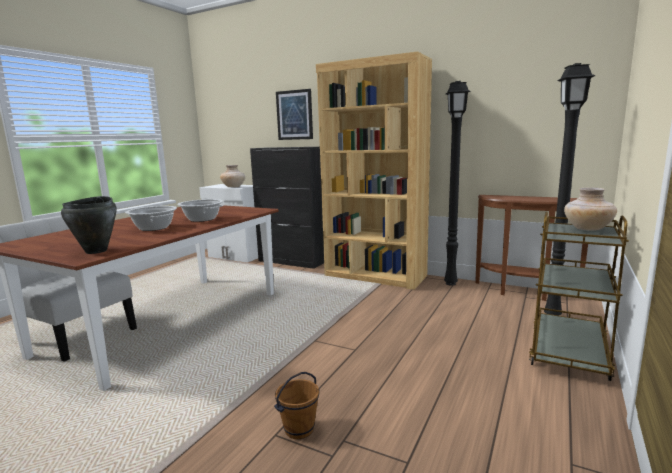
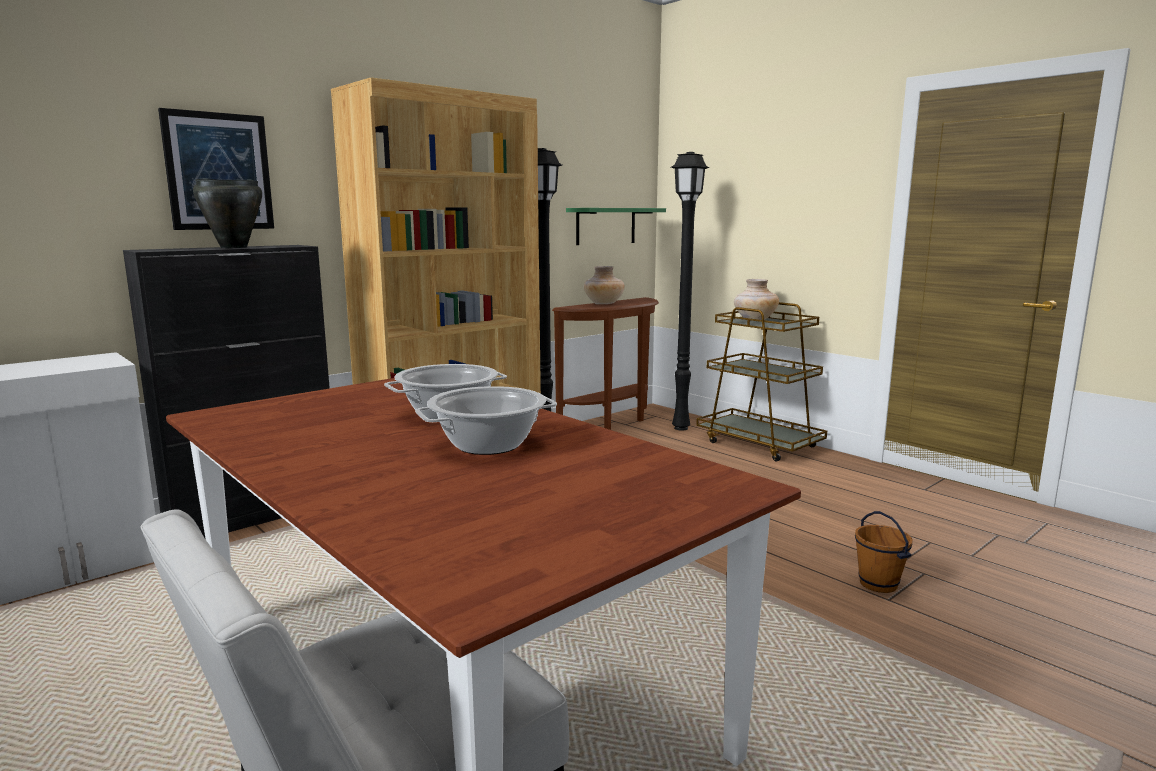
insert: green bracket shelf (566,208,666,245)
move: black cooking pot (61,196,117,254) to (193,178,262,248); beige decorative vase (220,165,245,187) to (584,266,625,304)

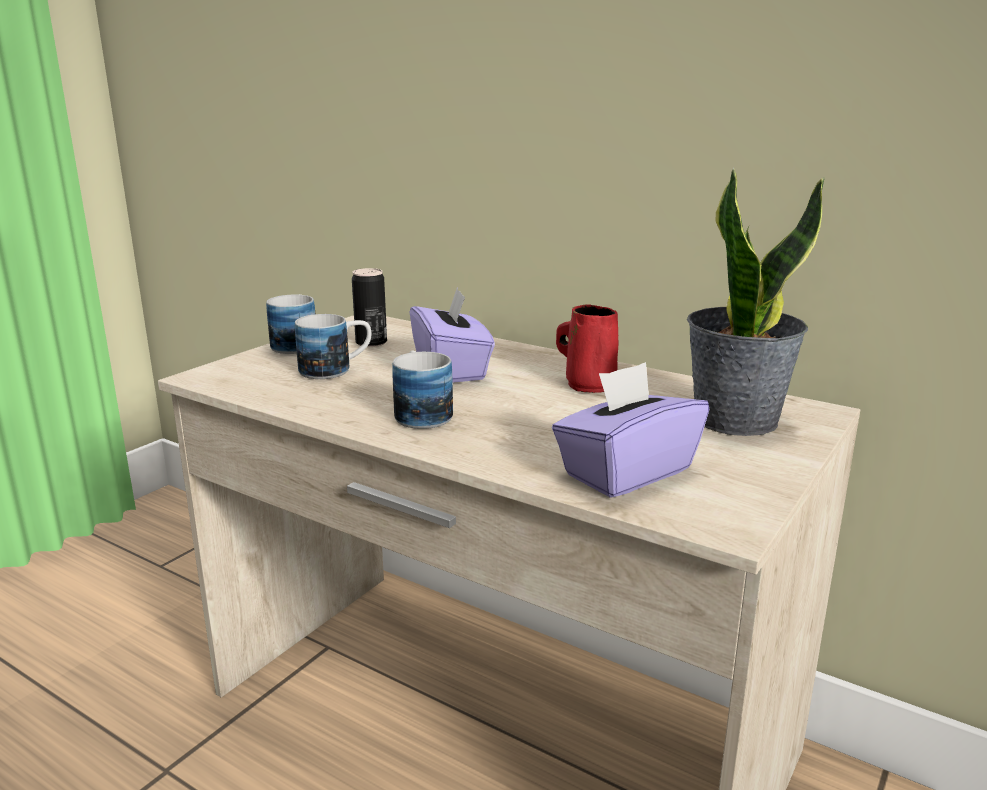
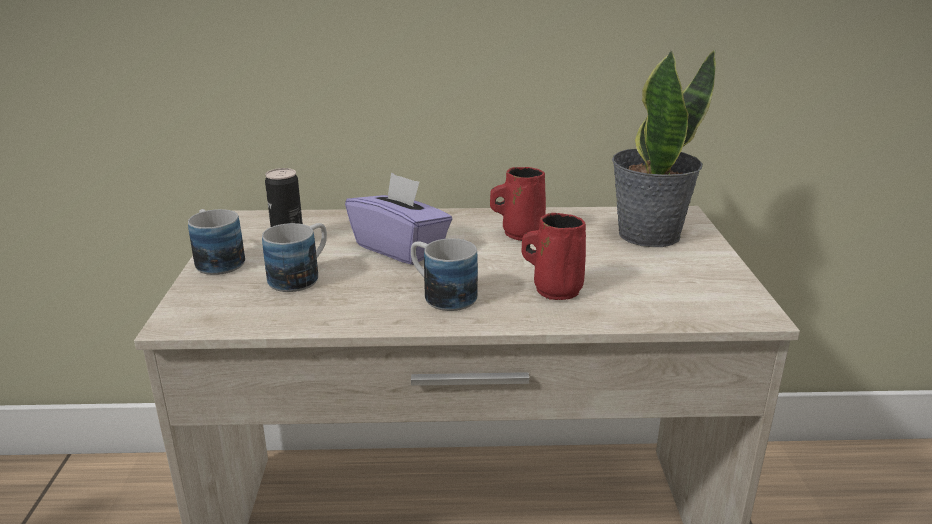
delete: purple-coloured tissue box (552,362,710,498)
insert: red-coloured tea mug (522,213,586,300)

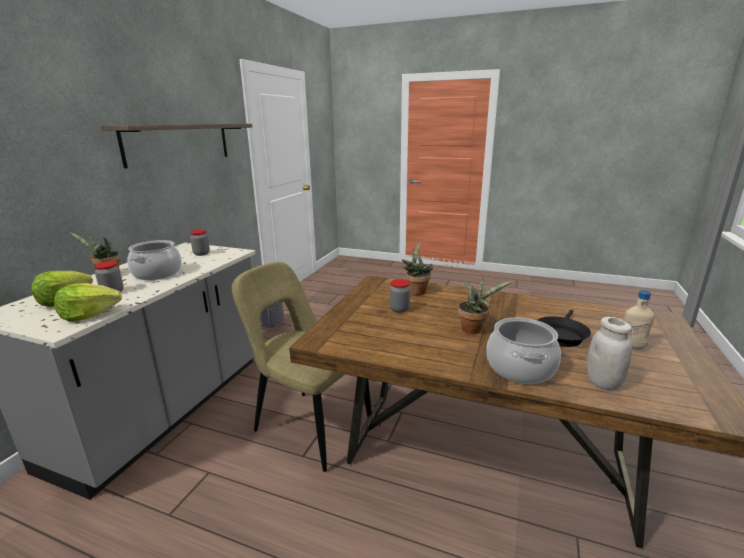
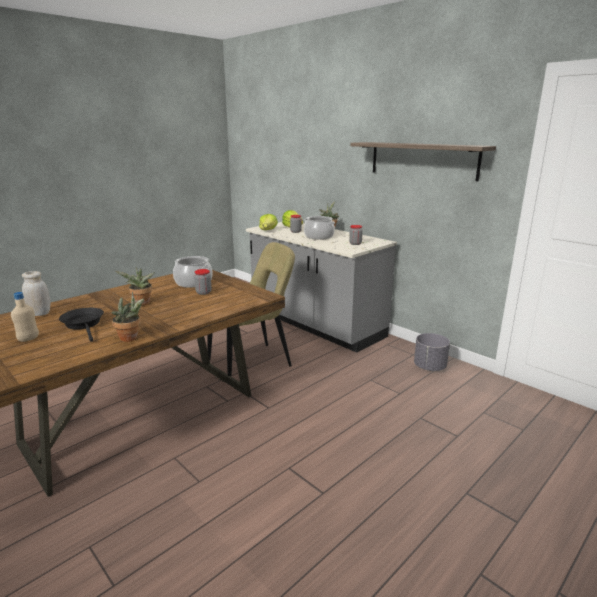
move: potted plant (401,242,433,295) to (112,292,144,342); cooking pot (486,317,561,384) to (173,256,213,288)

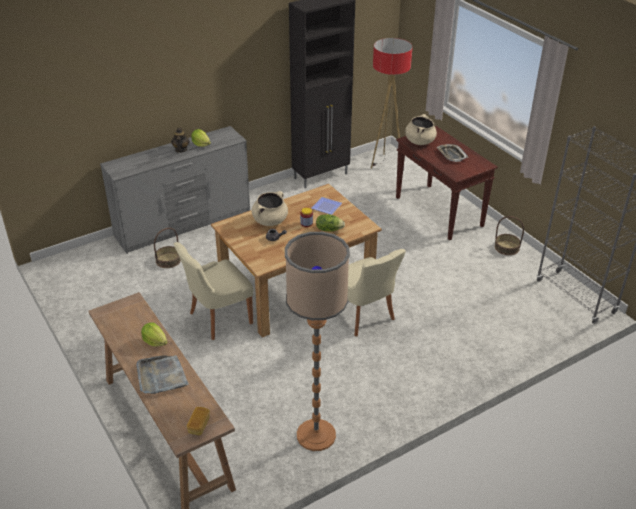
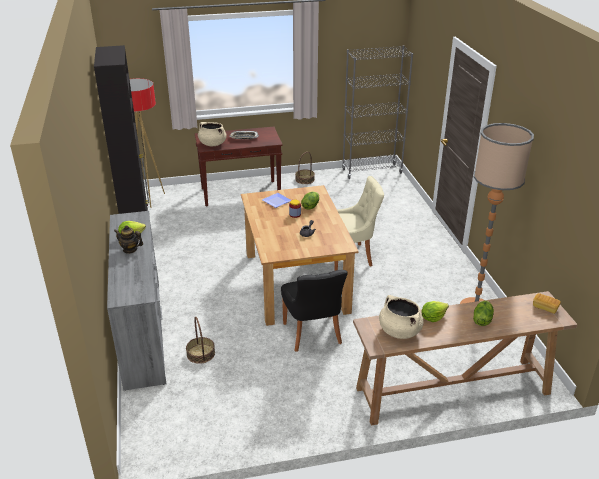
move: beige cooking pot (252,191,288,226) to (379,295,424,339)
replace: grey carrying tray (136,355,189,394) to lettuce head (473,300,494,326)
recolor: beige upright chair (174,242,253,340) to black upright chair (281,270,348,352)

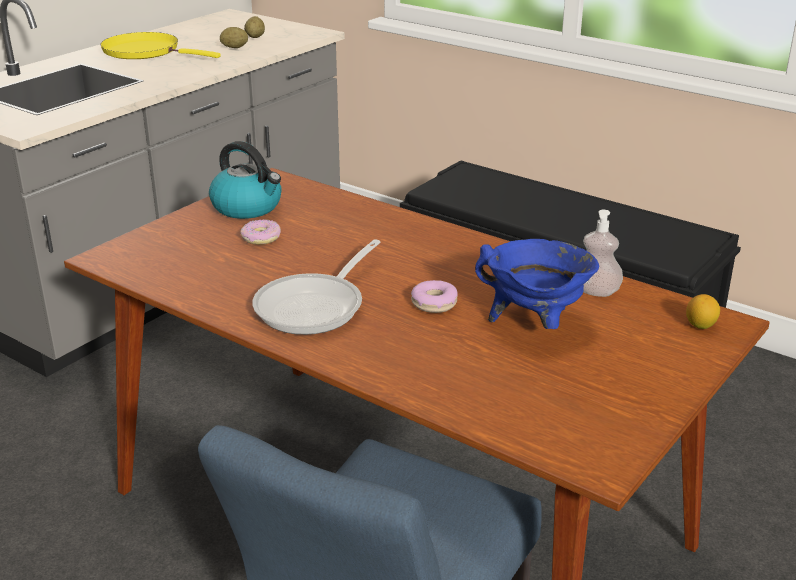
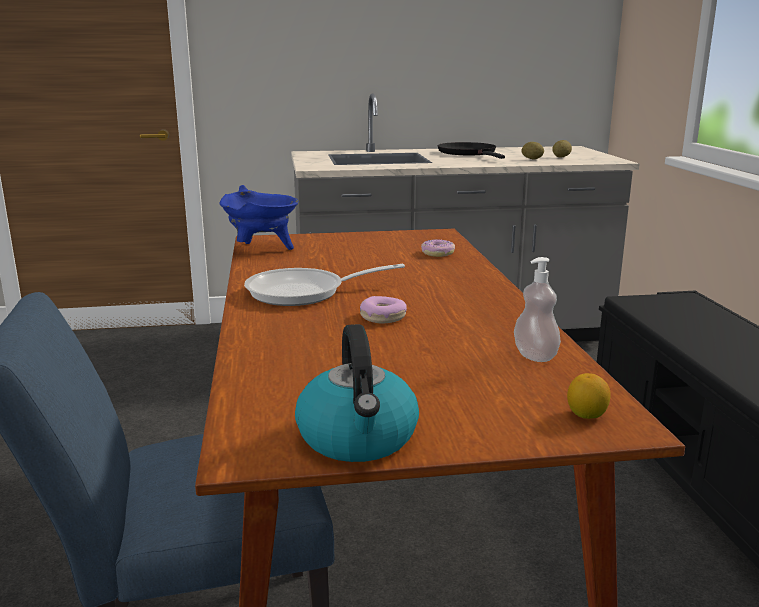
move: tea kettle (209,141,282,219) to (295,324,419,462); doughnut (240,220,281,245) to (421,239,455,257); blue-coloured cooking pot (475,239,599,329) to (219,185,299,250)
recolor: yellowish frying pan (100,32,221,59) to black frying pan (438,142,505,159)

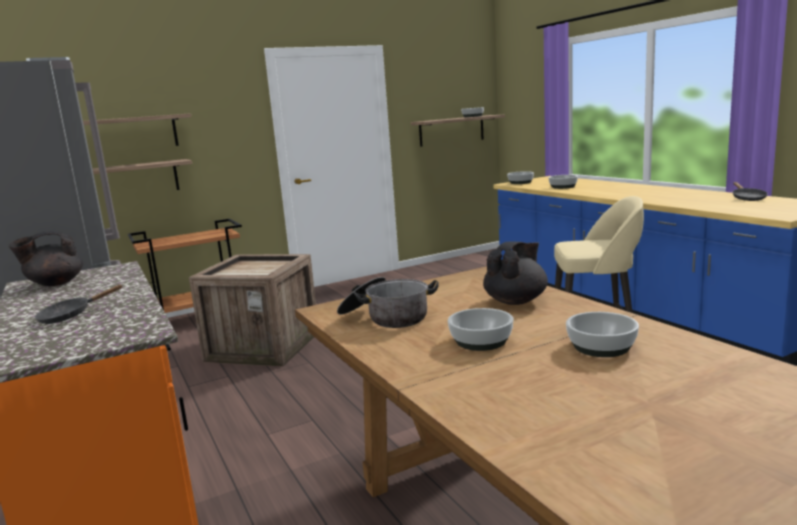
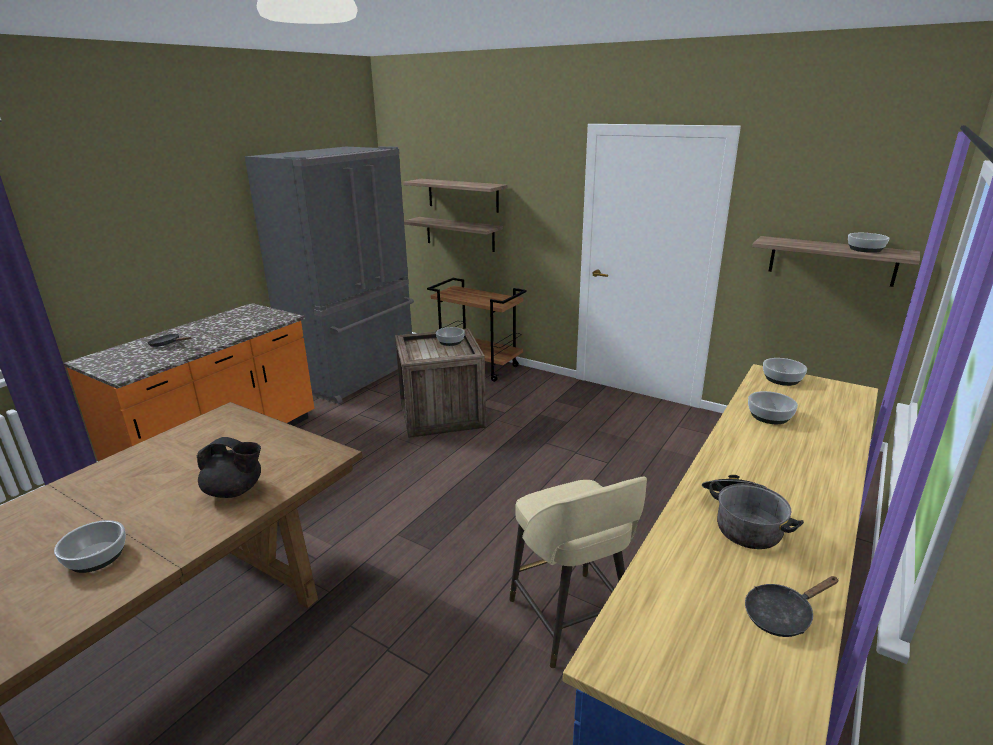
delete: black pot for tea (8,231,83,286)
move: cooking pot (337,277,439,328) to (702,475,804,549); serving bowl (448,308,513,351) to (436,327,465,346)

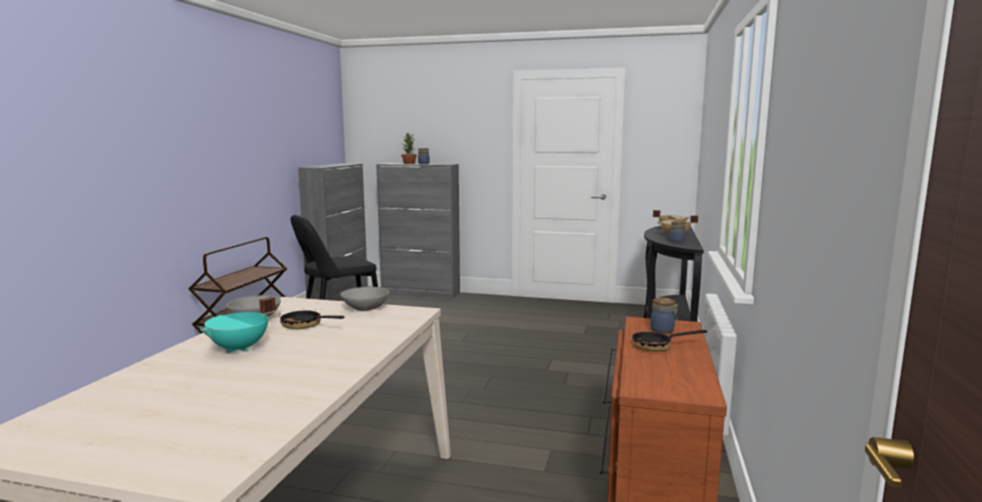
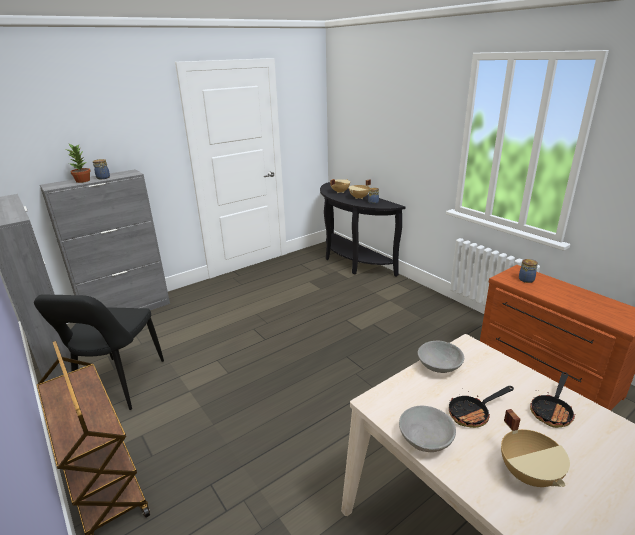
move: frying pan (632,328,707,351) to (530,372,576,428)
recolor: turquoise-coloured cooking pot (200,297,276,353) to beige cooking pot (501,409,570,487)

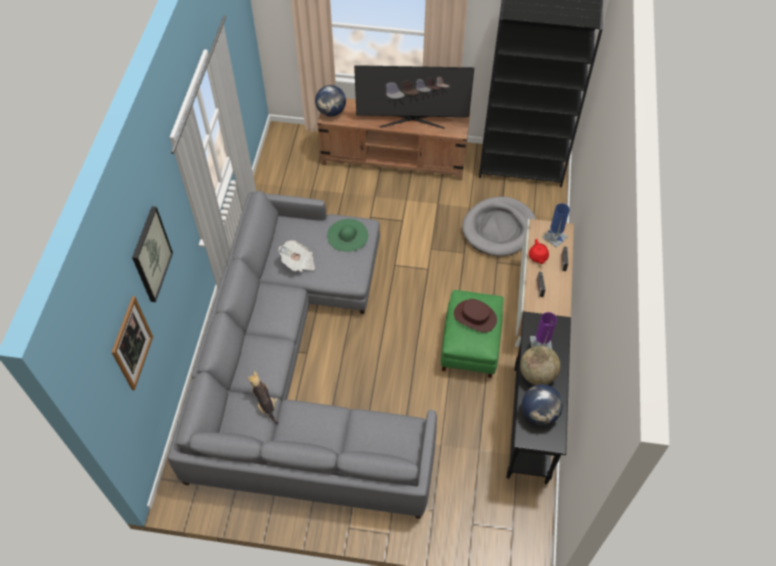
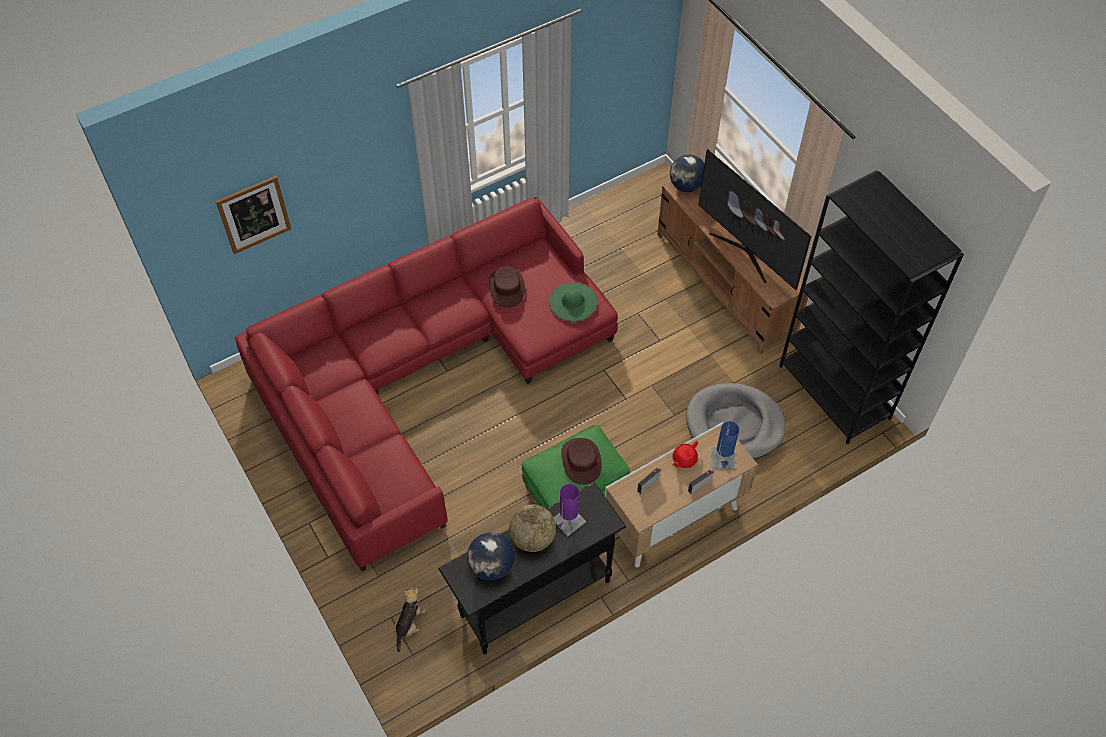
delete: wall picture (132,206,173,302)
move: cuddly toy (248,371,278,424) to (394,588,426,652)
replace: daily paper (278,240,315,272) to brown-coloured clothing hat (489,266,525,308)
recolor: grey settee (168,191,437,519) to red-coloured settee (235,197,618,571)

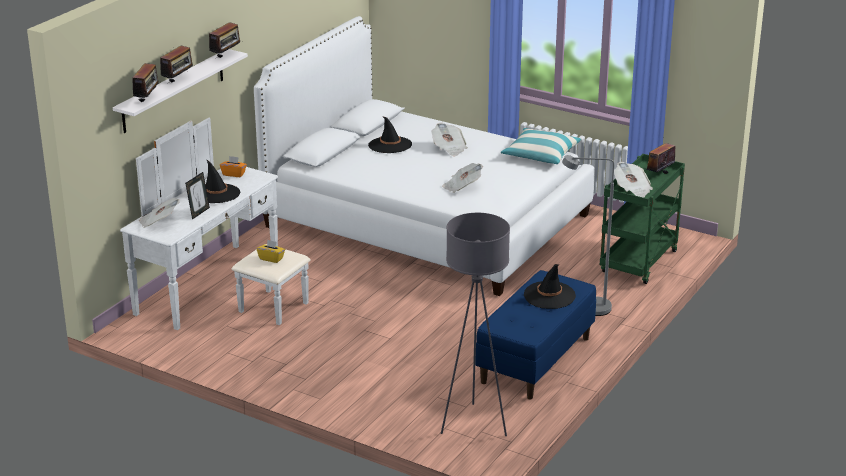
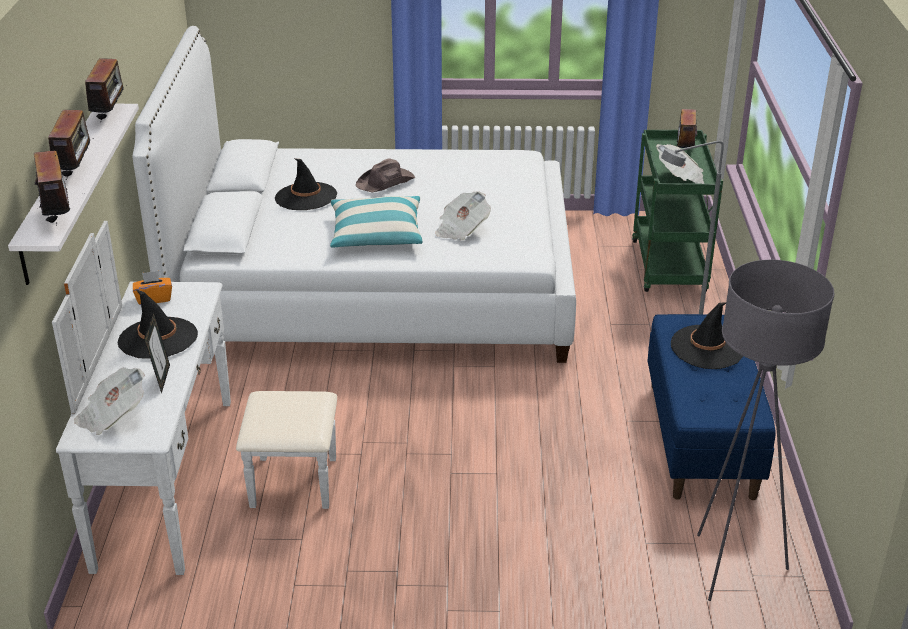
delete: yellowish tissue box (257,239,285,263)
move: throw pillow (501,128,581,164) to (330,196,422,248)
replace: daily paper (431,123,468,156) to brown-coloured clothing hat (356,158,415,192)

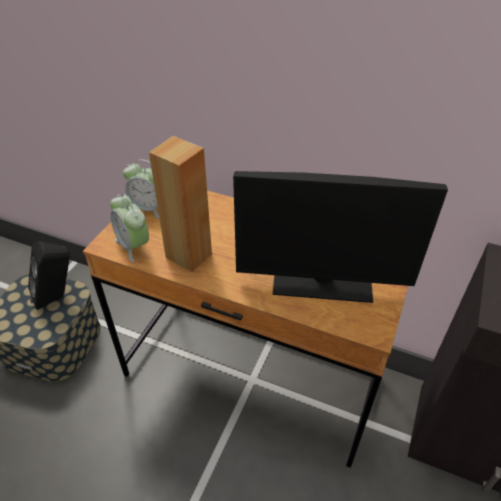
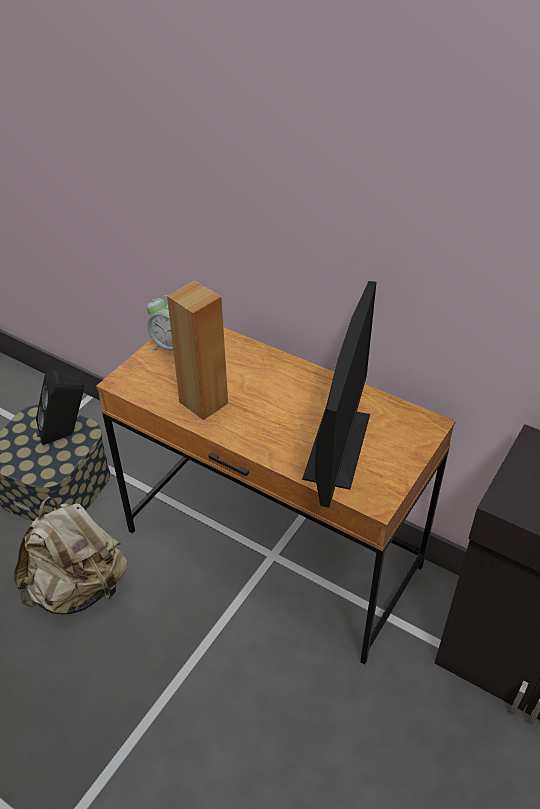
delete: bedside clock (111,194,149,262)
insert: beige knapsack (13,496,127,614)
rotate: computer display (233,171,448,303) = (302,281,377,508) 90 degrees counterclockwise

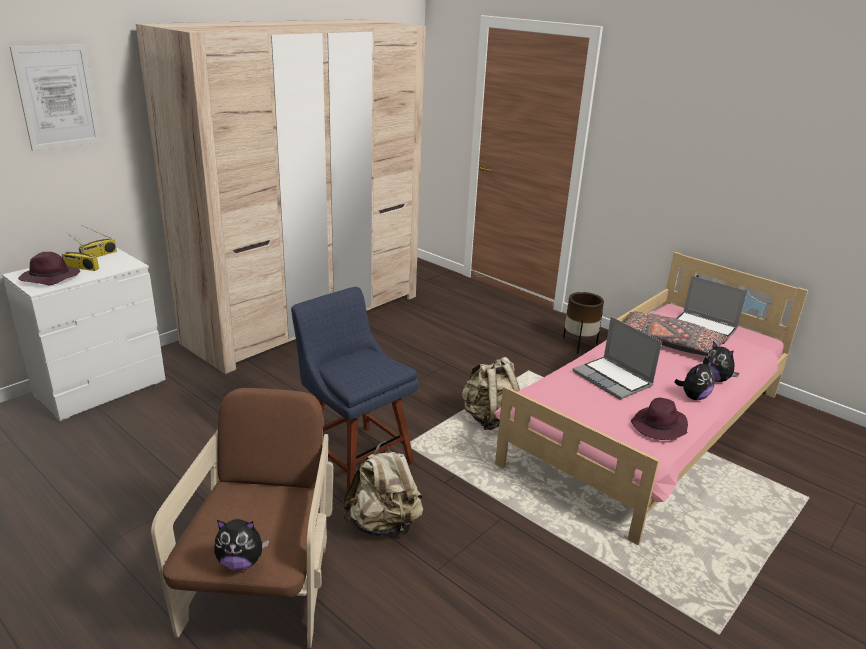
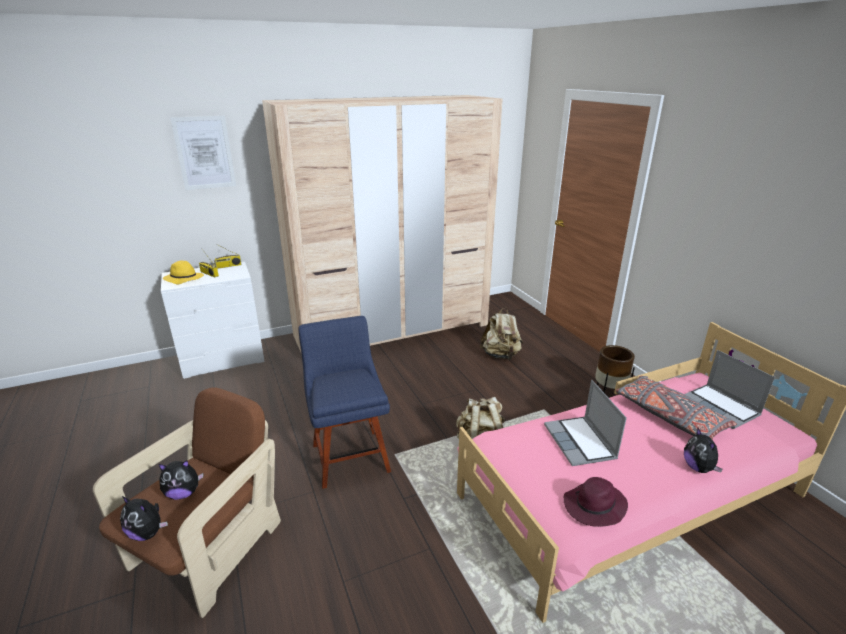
move: beige knapsack (343,441,423,537) to (480,307,523,360); cuddly toy (674,361,715,400) to (158,461,203,500)
recolor: purple-coloured clothing hat (18,252,80,285) to yellowish clothing hat (163,261,204,285)

